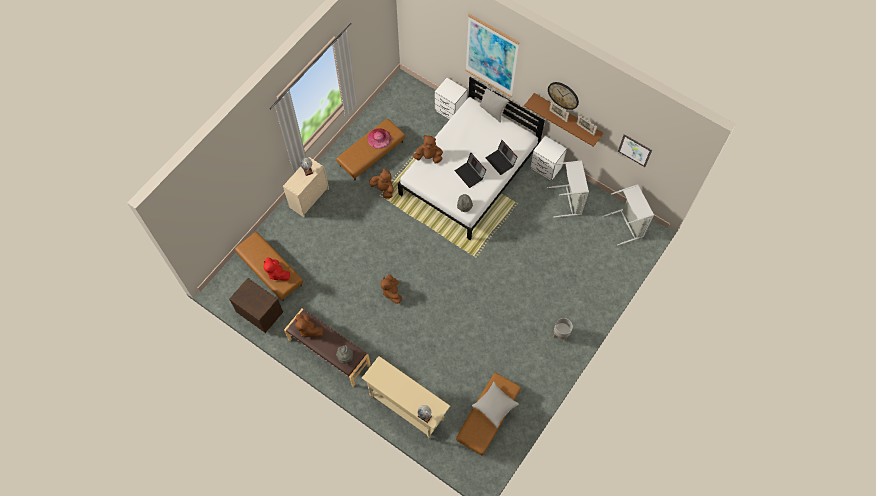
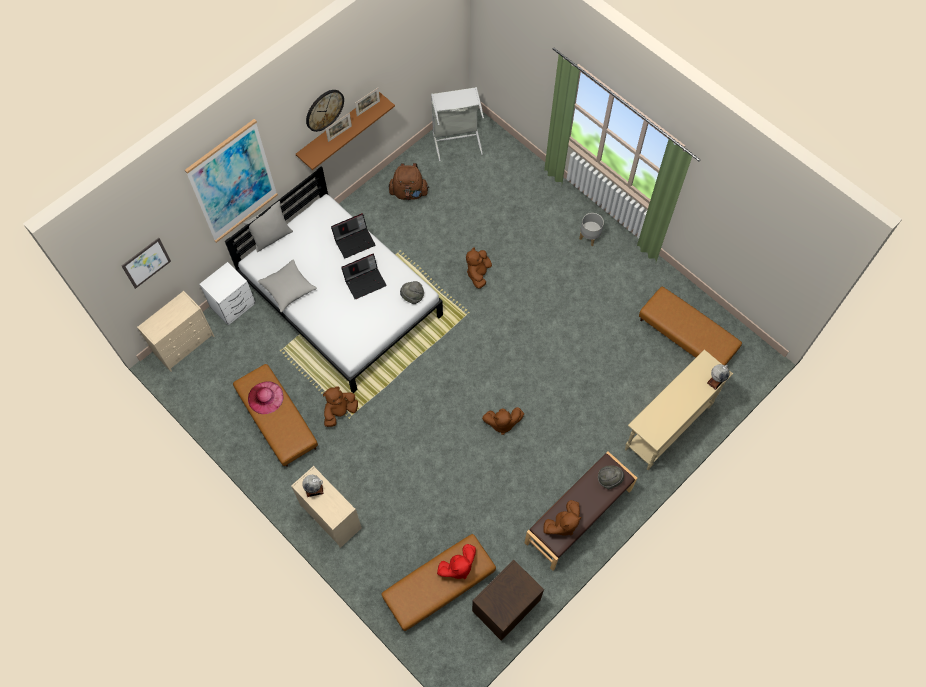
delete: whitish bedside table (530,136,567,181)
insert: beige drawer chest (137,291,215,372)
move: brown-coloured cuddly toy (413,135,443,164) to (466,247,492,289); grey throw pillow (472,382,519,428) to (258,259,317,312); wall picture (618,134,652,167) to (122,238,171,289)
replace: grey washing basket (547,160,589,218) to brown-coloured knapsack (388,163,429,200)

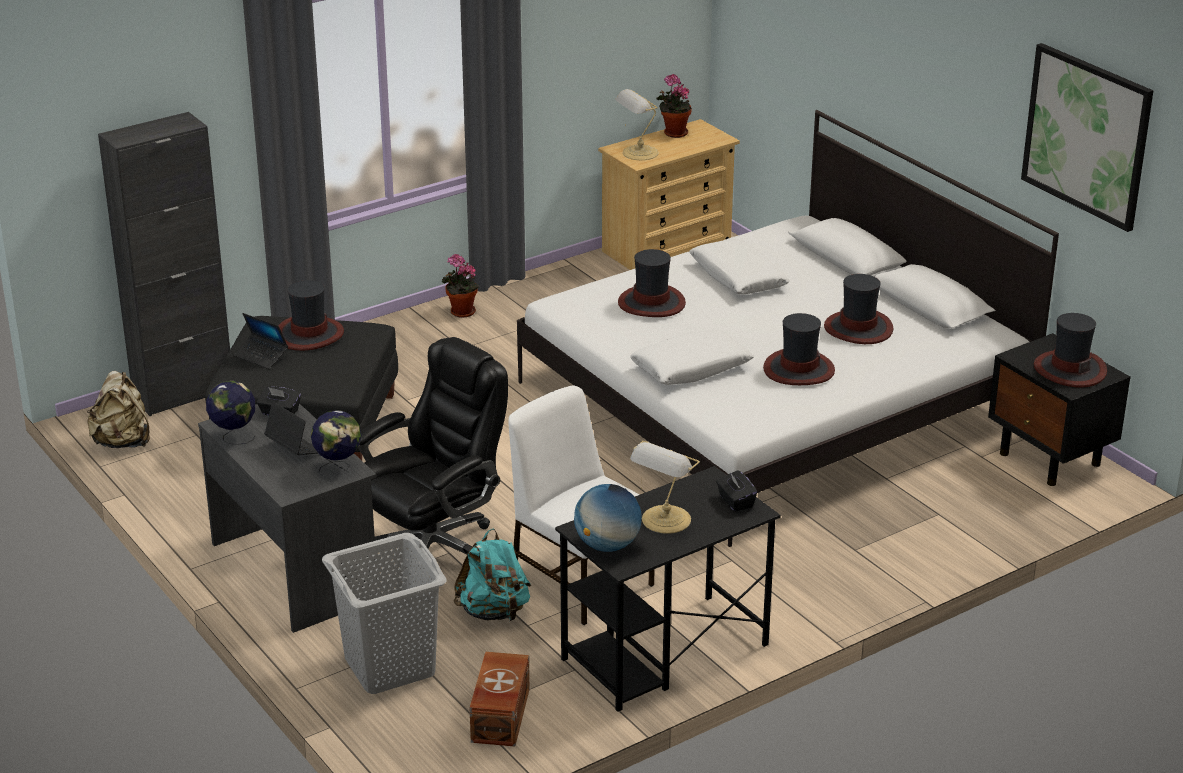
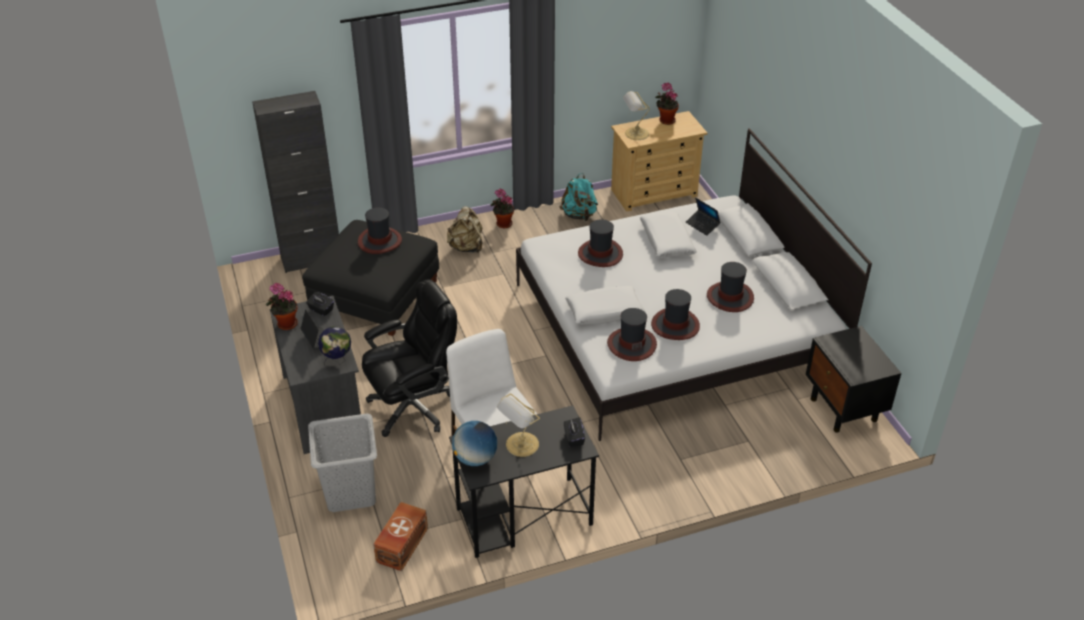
delete: wall picture (1021,43,1153,232)
move: beige knapsack (87,371,150,448) to (447,206,483,253); laptop (234,313,288,369) to (686,197,721,236); turquoise-coloured knapsack (454,529,531,622) to (560,173,598,221); clothing hat (1034,313,1107,387) to (607,308,657,361)
replace: globe (206,381,255,445) to potted plant (266,283,298,330)

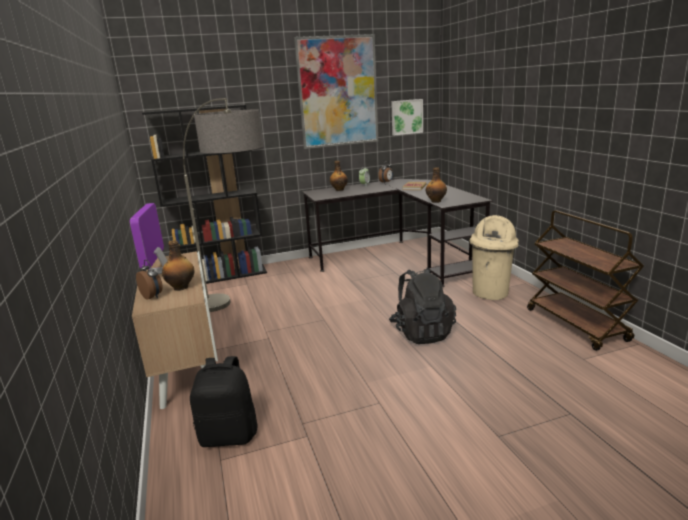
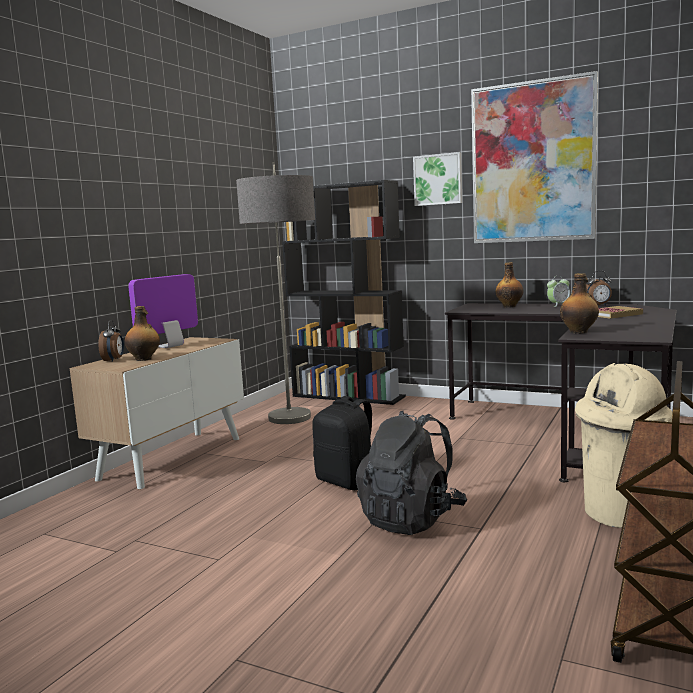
move: black knapsack (190,356,258,447) to (312,396,372,490); wall picture (391,99,423,136) to (413,152,462,206)

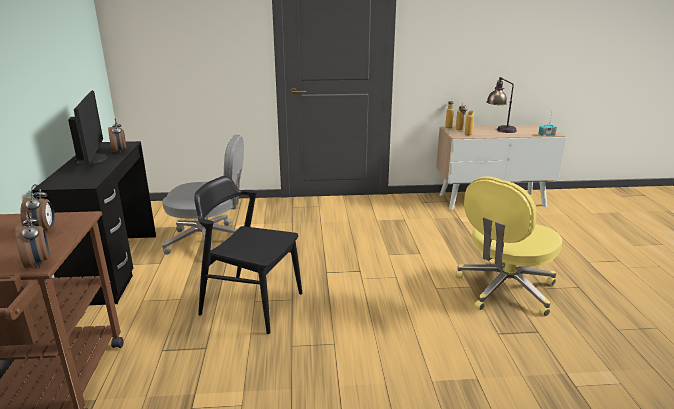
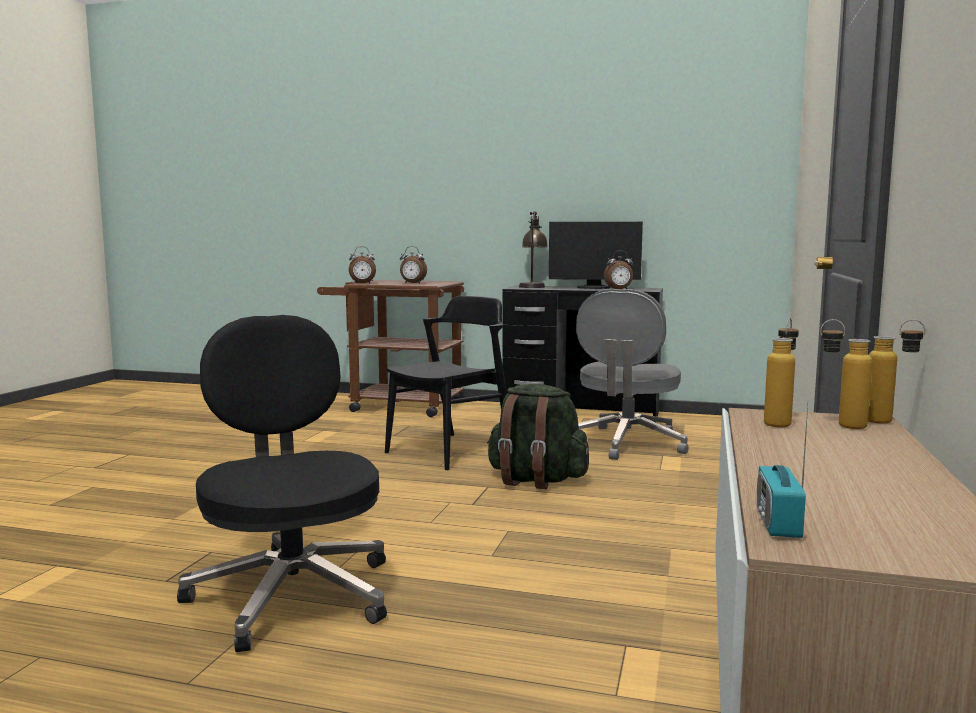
insert: green knapsack (487,384,589,489)
move: tabletop lamp (487,77,517,133) to (519,211,548,288)
recolor: yellowish computer chair (456,176,562,316) to black computer chair (177,315,387,652)

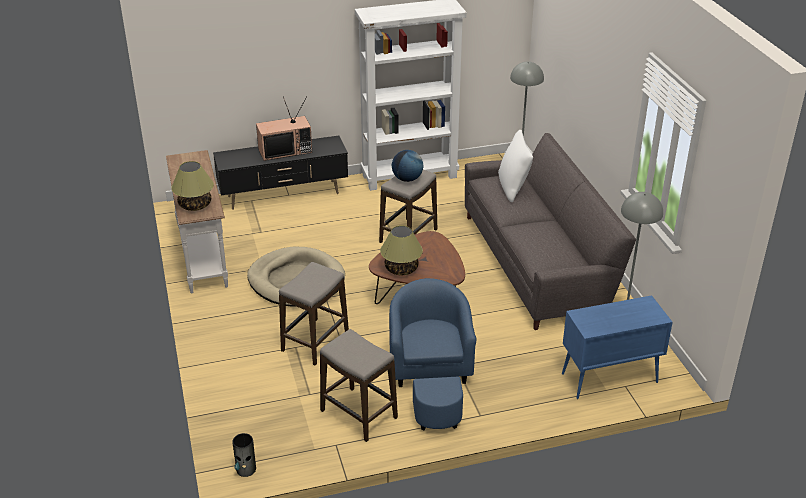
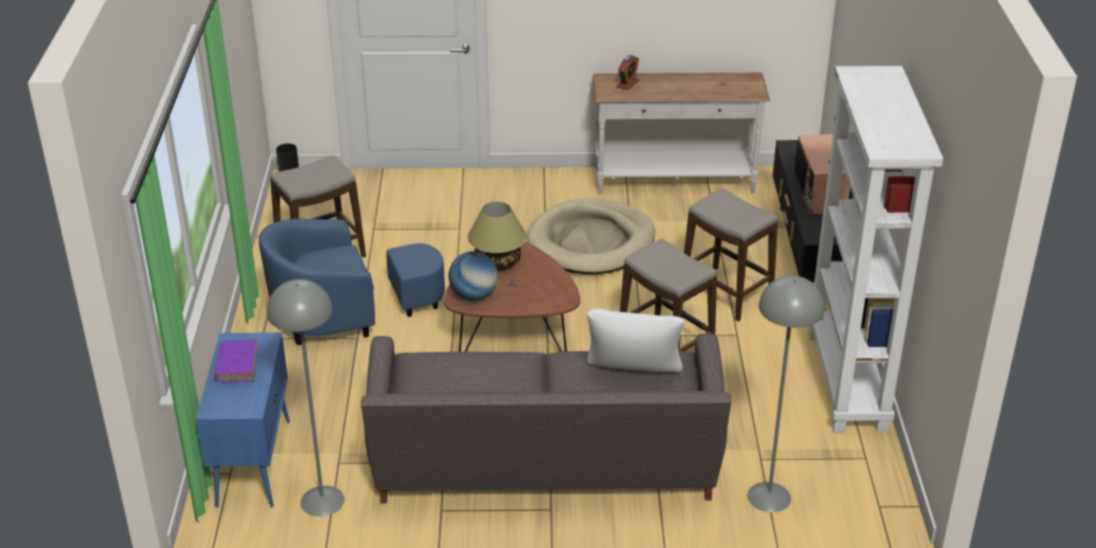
insert: purple-coloured book (214,340,258,382)
move: sitting stool (279,262,349,365) to (684,189,778,321); globe (392,150,423,182) to (448,251,498,301)
replace: tabletop lamp (171,161,214,211) to bedside clock (617,55,639,90)
rotate: blue-coloured armchair (389,278,476,430) = (259,219,445,345) 150 degrees clockwise

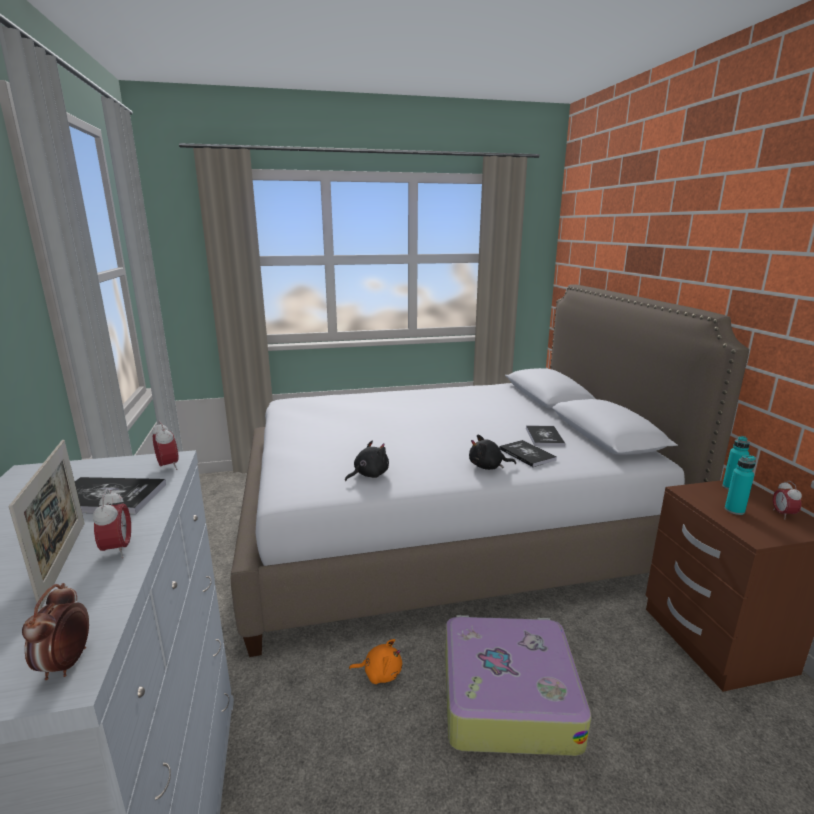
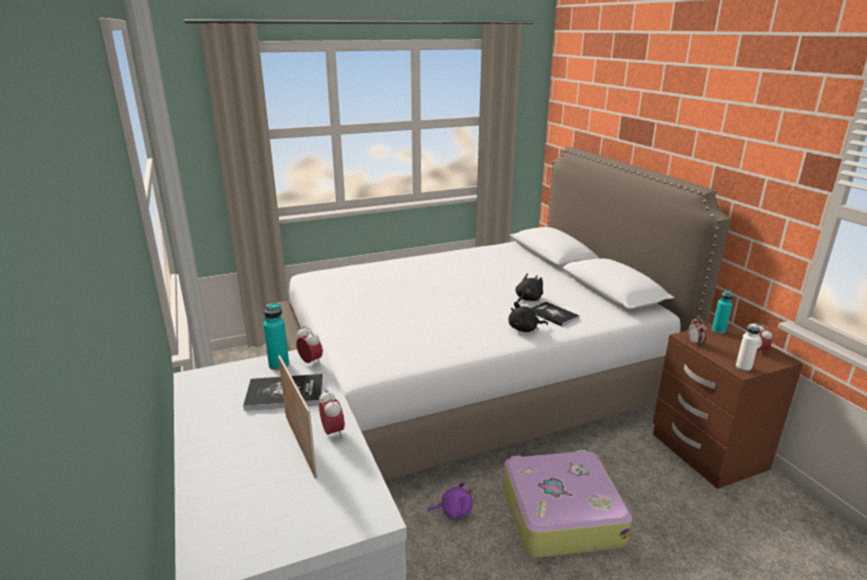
delete: book (526,426,565,446)
insert: whitish beverage bottle (736,323,760,372)
move: bedside clock (22,583,89,680) to (688,317,707,346); black cuddly toy (345,440,389,481) to (516,273,543,303); turquoise-coloured beverage bottle (725,455,756,515) to (263,303,289,370)
recolor: orange cuddly toy (349,639,402,684) to purple-coloured cuddly toy (428,482,473,520)

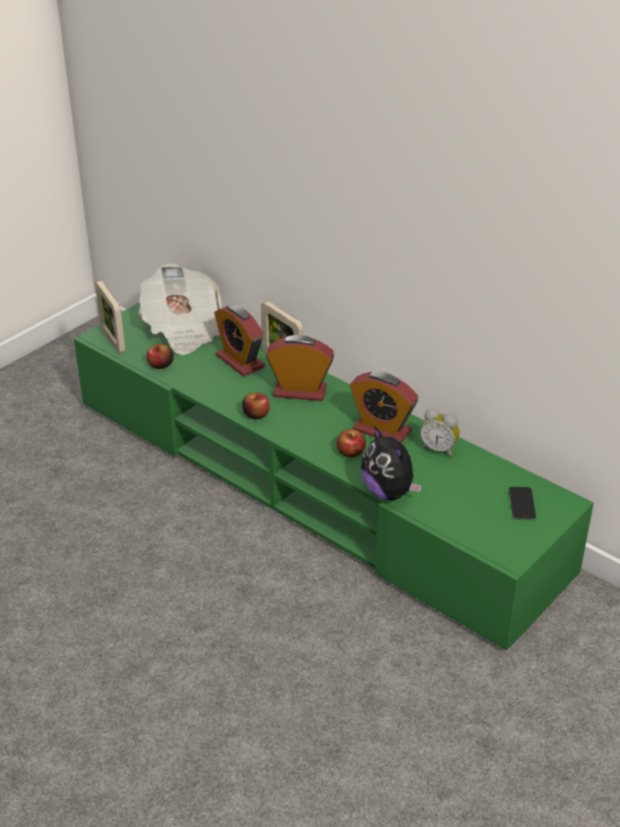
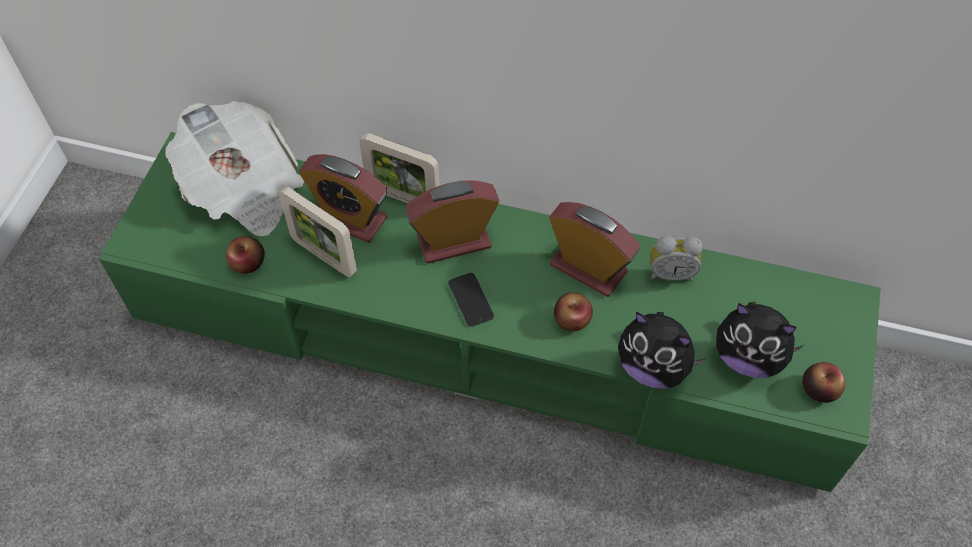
insert: cuddly toy (716,302,804,378)
move: standing frame (95,281,125,354) to (279,187,357,278); apple fruit (242,393,270,419) to (802,362,845,403); phone (509,487,536,520) to (448,273,494,327)
rotate: bedside clock (350,371,418,443) = (549,202,640,297) 150 degrees counterclockwise

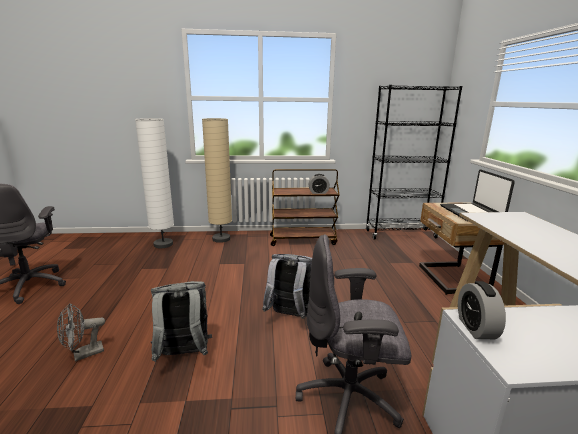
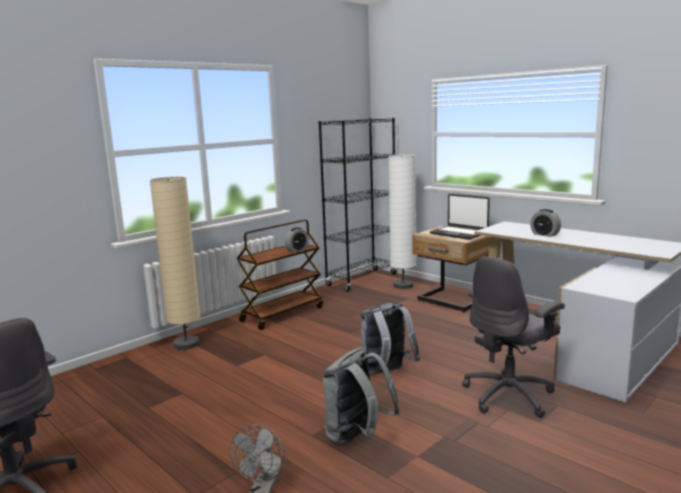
move: whitish standing lamp (135,118,174,248) to (388,154,416,289); bedside clock (458,281,506,339) to (530,209,561,237)

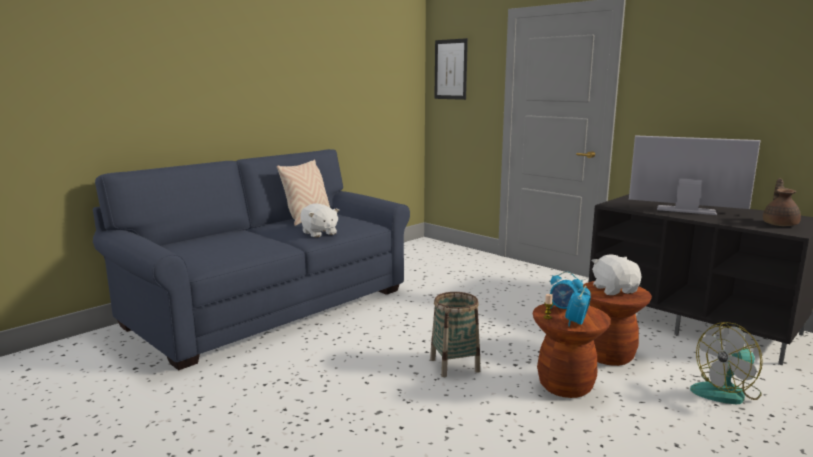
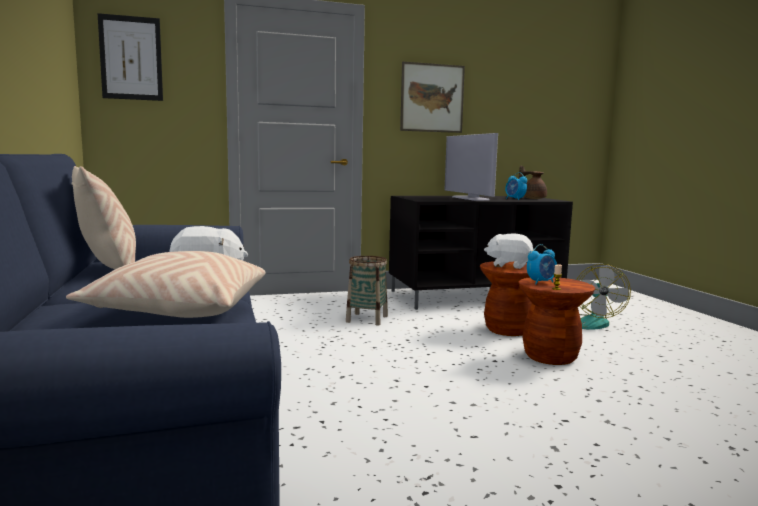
insert: beige throw pillow (66,251,266,318); wall picture (400,62,465,133)
move: household basket (430,292,480,377) to (346,256,388,325); bedside clock (565,286,591,327) to (505,172,527,200)
rotate: television (629,135,761,215) = (444,133,498,201) 75 degrees counterclockwise

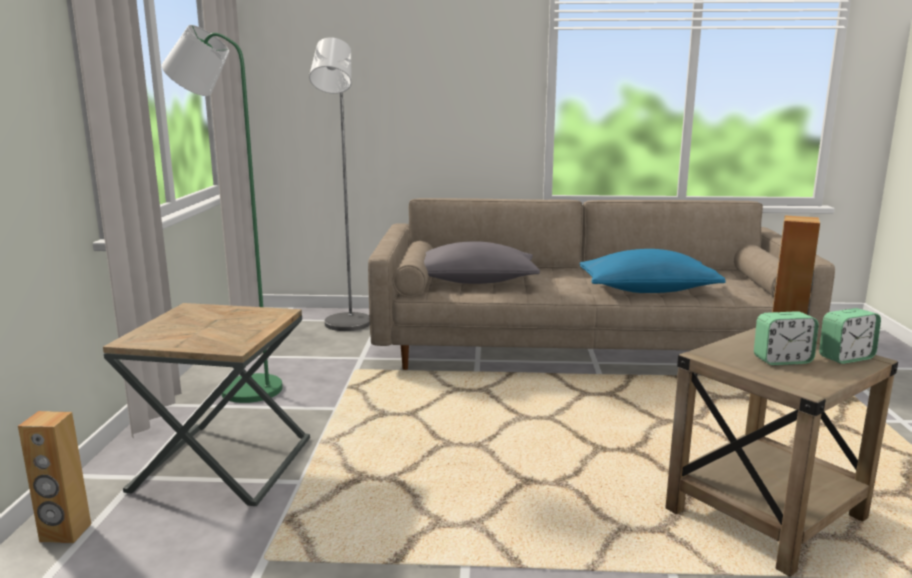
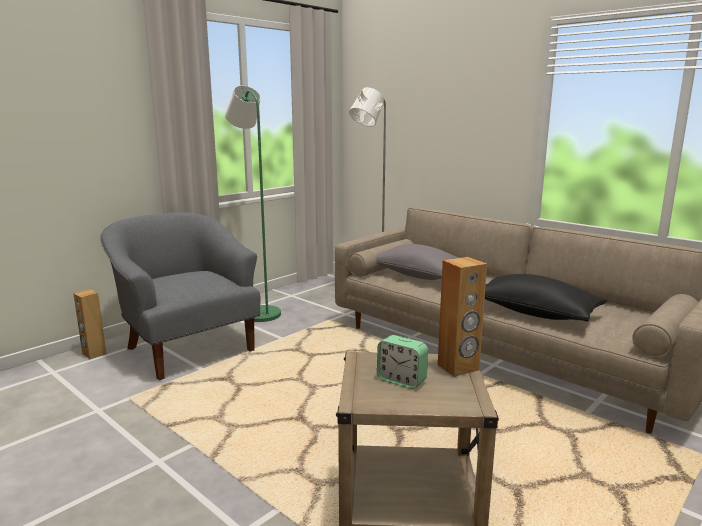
delete: bedside clock (819,308,881,364)
replace: brown-coloured side table (103,303,310,507) to grey armchair (100,212,260,380)
recolor: blue-coloured throw pillow (580,249,725,293) to black throw pillow (485,274,607,322)

